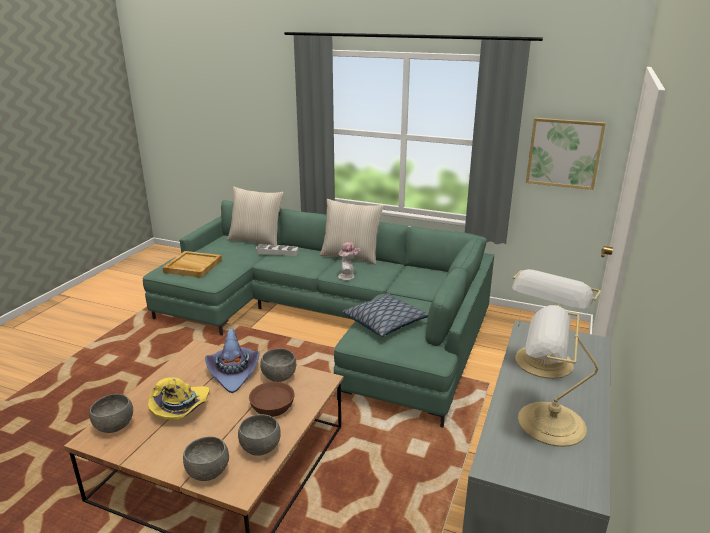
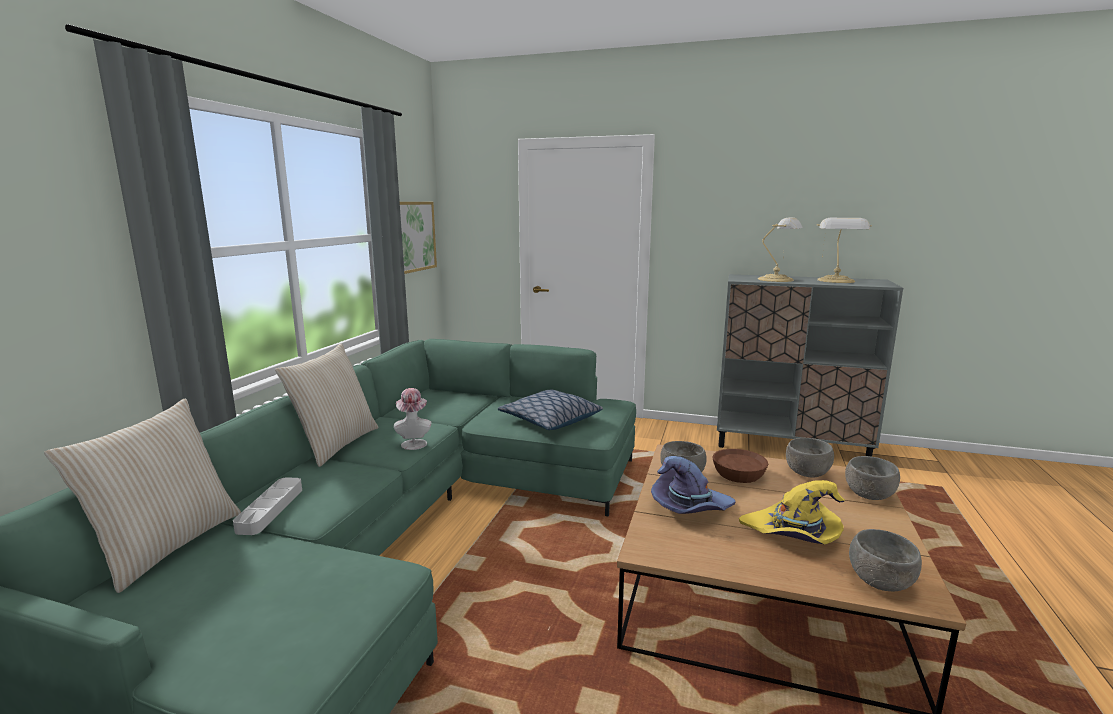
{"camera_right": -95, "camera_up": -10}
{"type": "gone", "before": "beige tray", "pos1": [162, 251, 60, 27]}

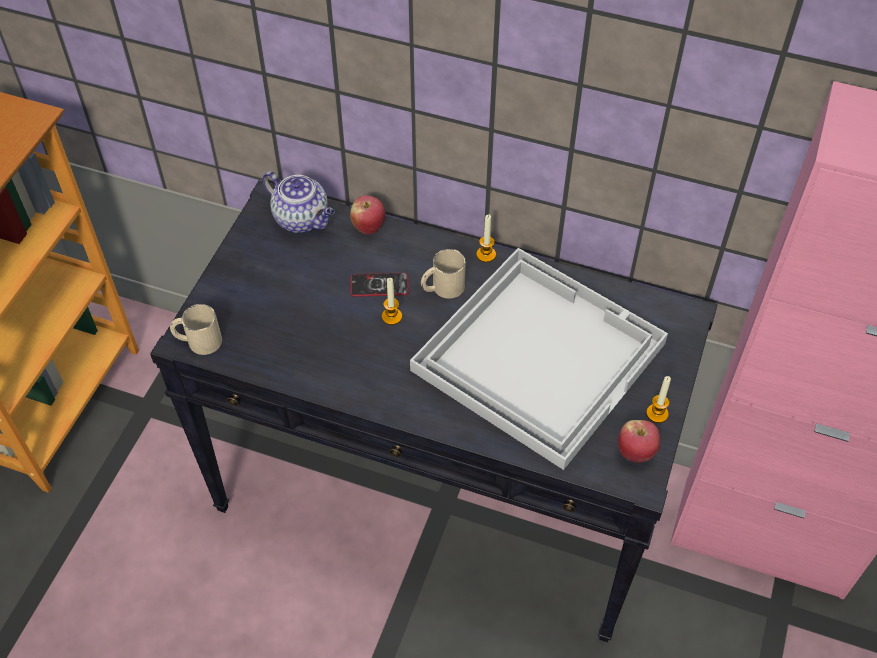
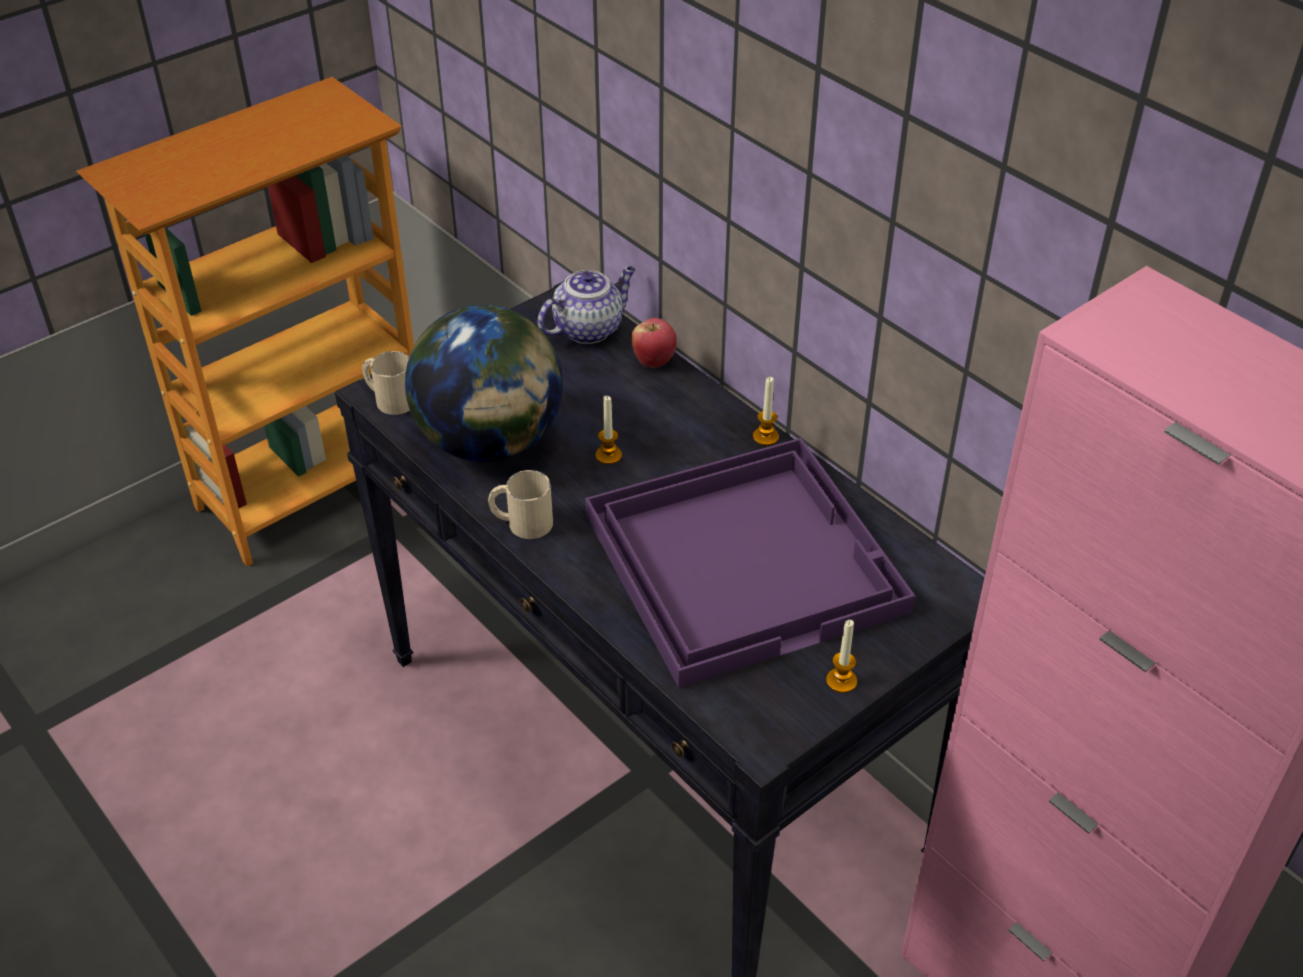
{"camera_right": 30, "camera_up": -10}
{"type": "gone", "before": "phone", "pos1": [351, 273, 58, 24]}
{"type": "gone", "before": "apple", "pos1": [618, 420, 42, 42]}
{"type": "new", "after": "globe", "pos2": [405, 305, 158, 157]}
{"type": "shifted", "before": "beige mug", "pos1": [421, 249, 45, 50], "pos2": [488, 470, 65, 69]}
{"type": "repainted", "before": "white tray", "after": "purple tray", "pos1": [410, 248, 258, 222], "pos2": [585, 438, 330, 250]}
{"type": "rotated", "before": "teapot", "pos1": [262, 171, 72, 62], "pos2": [538, 266, 98, 78], "turn": -105}

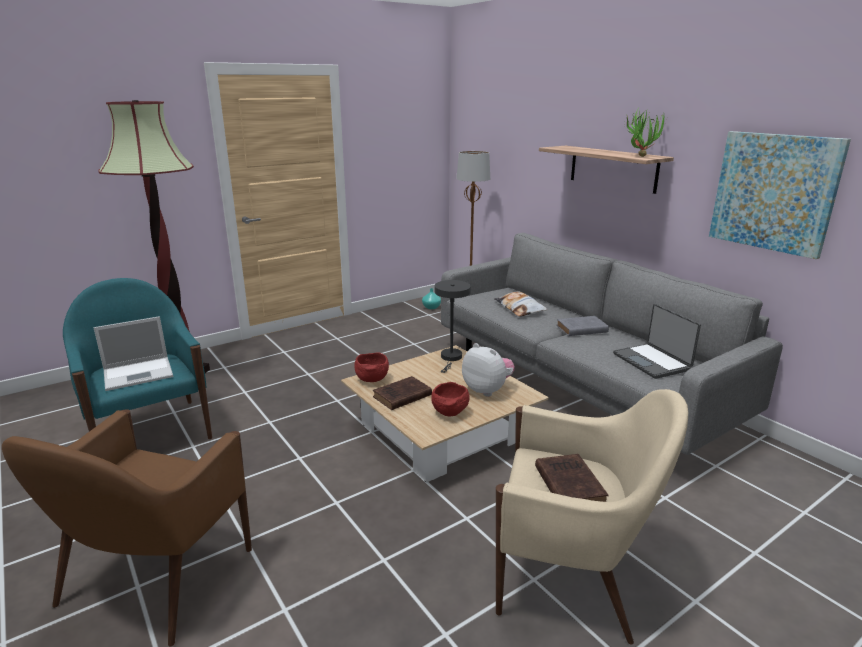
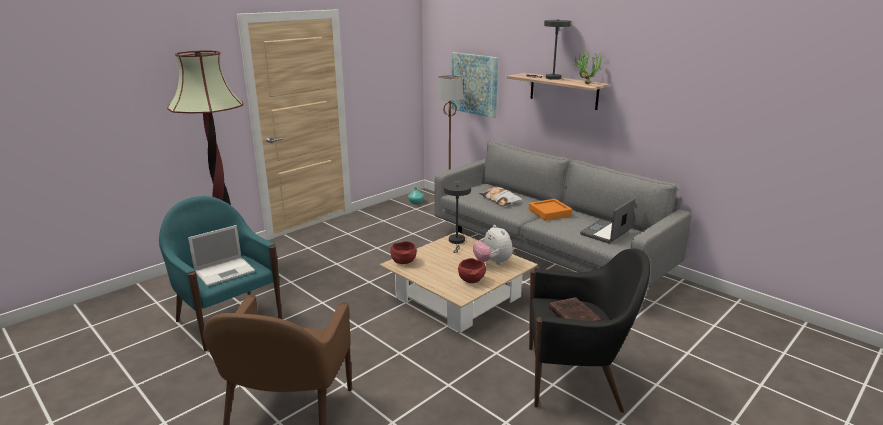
{"camera_right": -10, "camera_up": 0}
{"type": "gone", "before": "brown book", "pos1": [373, 376, 59, 34]}
{"type": "new", "after": "grey table lamp", "pos2": [526, 20, 45, 60]}
{"type": "shifted", "before": "picture", "pos1": [709, 131, 142, 128], "pos2": [452, 52, 46, 66]}
{"type": "swapped", "before": "grey book", "after": "orange tray", "pos1": [557, 316, 52, 20], "pos2": [529, 199, 43, 22]}
{"type": "repainted", "before": "beige armchair", "after": "black armchair", "pos1": [496, 389, 192, 256], "pos2": [529, 248, 121, 165]}
{"type": "rotated", "before": "plush toy", "pos1": [462, 343, 53, 54], "pos2": [473, 225, 40, 40], "turn": -150}
{"type": "rotated", "before": "laptop", "pos1": [613, 304, 88, 75], "pos2": [580, 198, 55, 46], "turn": 75}

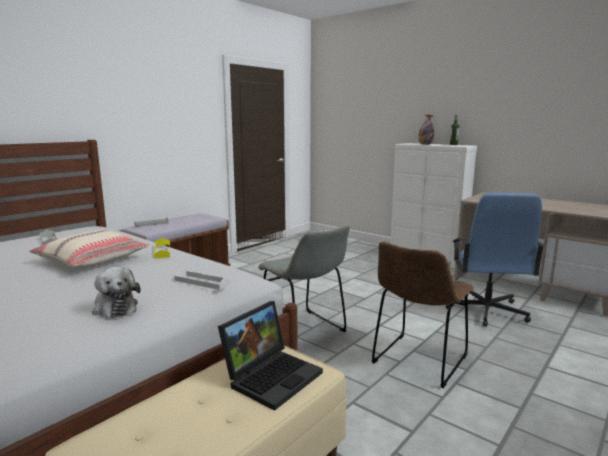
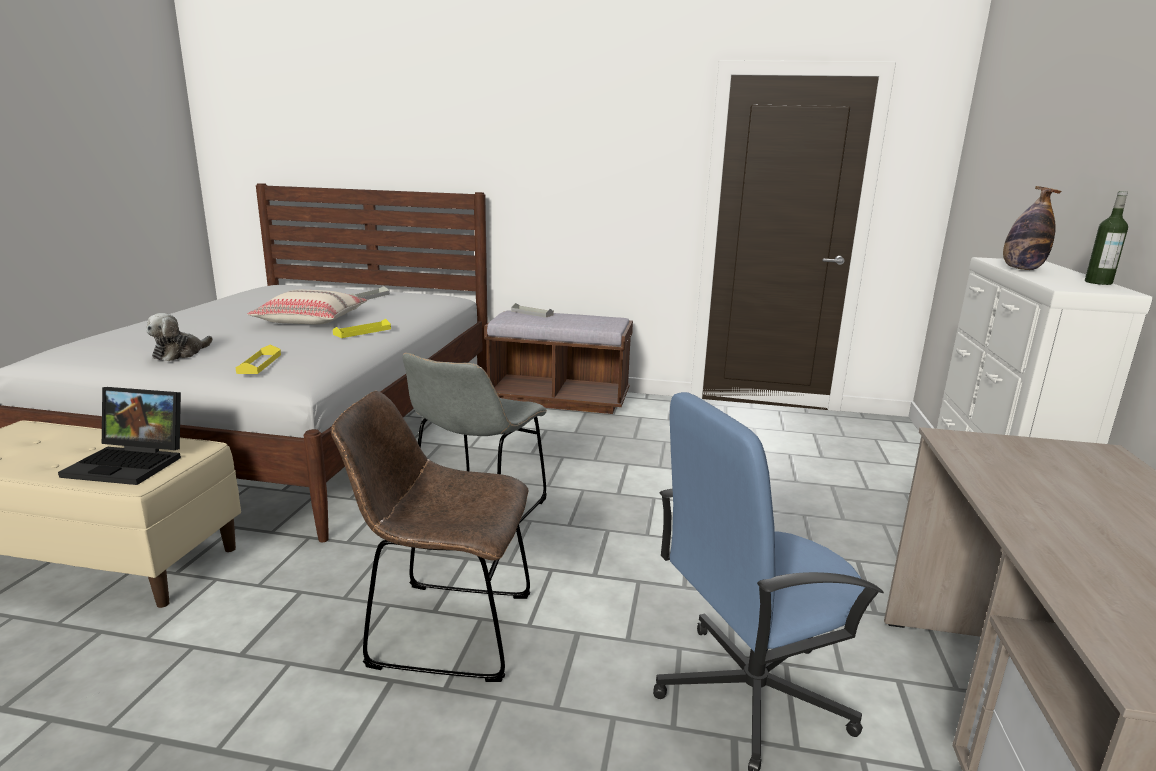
{"camera_right": 60, "camera_up": 5}
{"type": "repainted", "before": "white tray", "after": "yellow tray", "pos1": [174, 269, 56, 21], "pos2": [235, 345, 46, 29]}

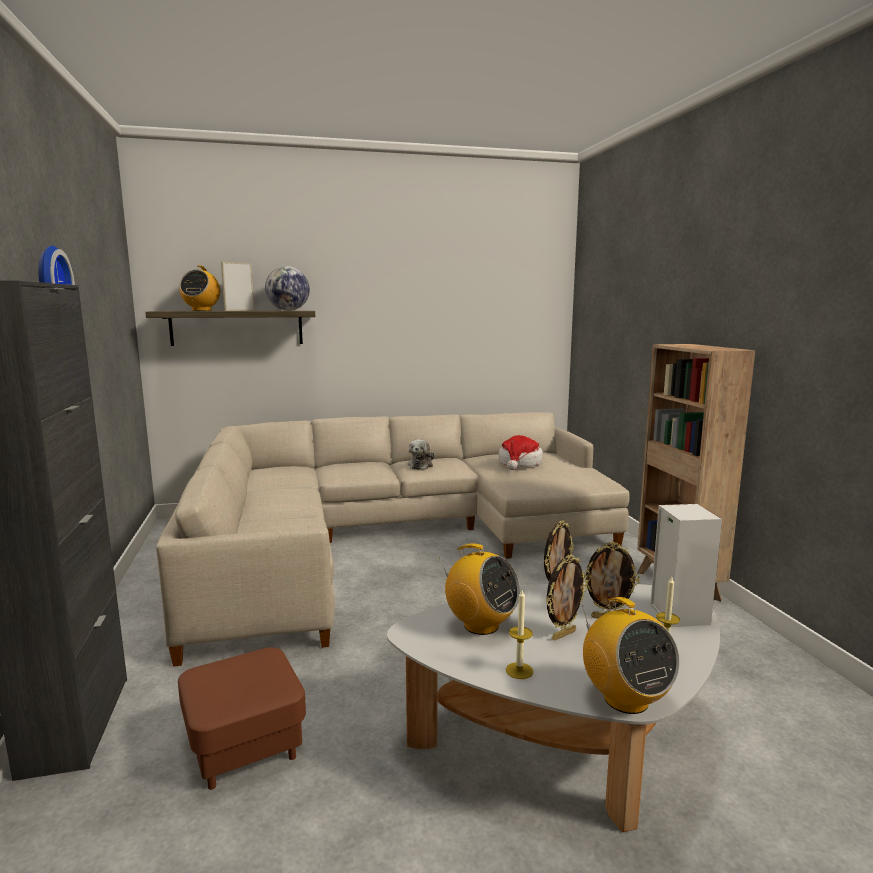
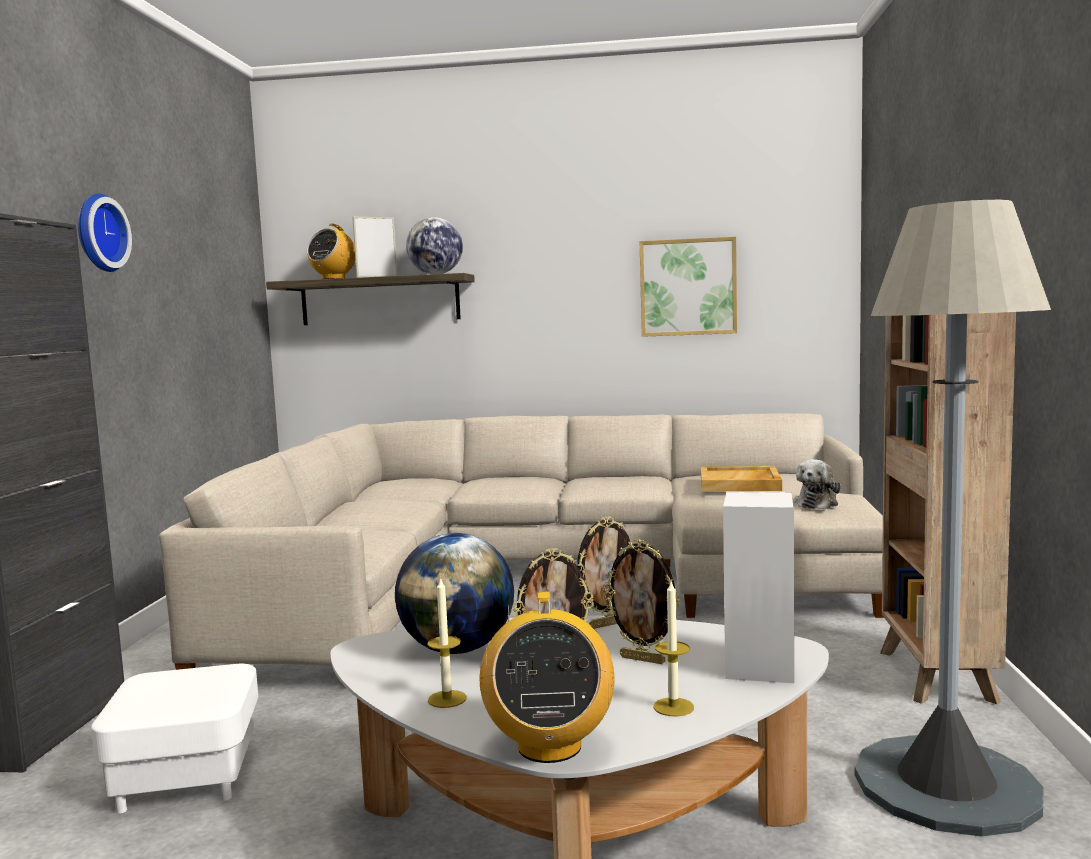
{"camera_right": 20, "camera_up": -5}
{"type": "new", "after": "picture", "pos2": [640, 237, 97, 100]}
{"type": "new", "after": "grey floor lamp", "pos2": [854, 200, 197, 637]}
{"type": "shifted", "before": "plush toy", "pos1": [407, 439, 27, 31], "pos2": [794, 459, 47, 51]}
{"type": "swapped", "before": "radio", "after": "globe", "pos1": [439, 543, 81, 92], "pos2": [395, 533, 119, 121]}
{"type": "swapped", "before": "hat", "after": "beige tray", "pos1": [498, 435, 45, 35], "pos2": [701, 466, 81, 25]}
{"type": "repainted", "before": "brown ottoman", "after": "white ottoman", "pos1": [178, 647, 128, 143], "pos2": [91, 664, 167, 150]}

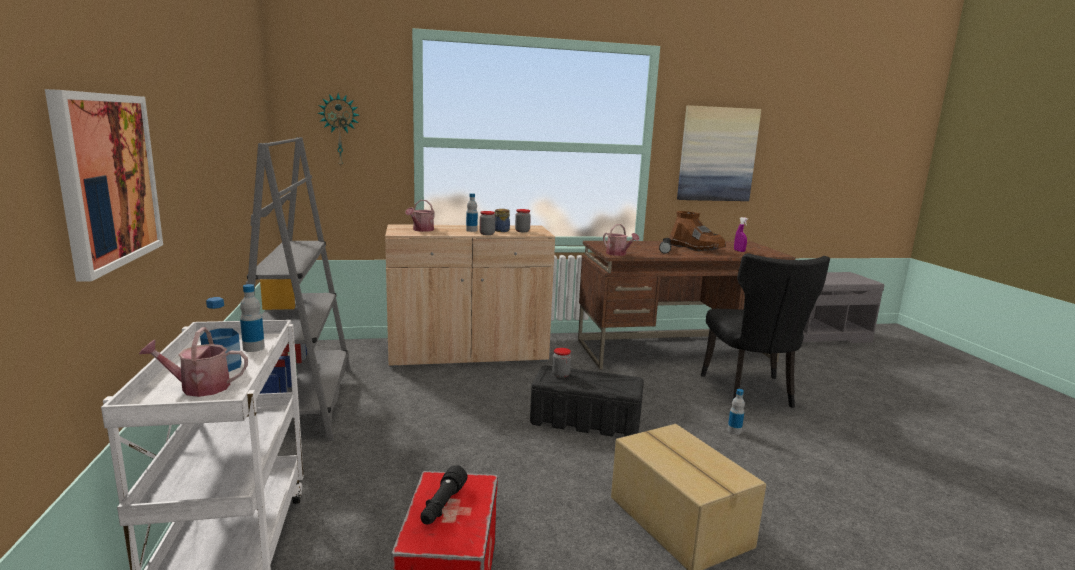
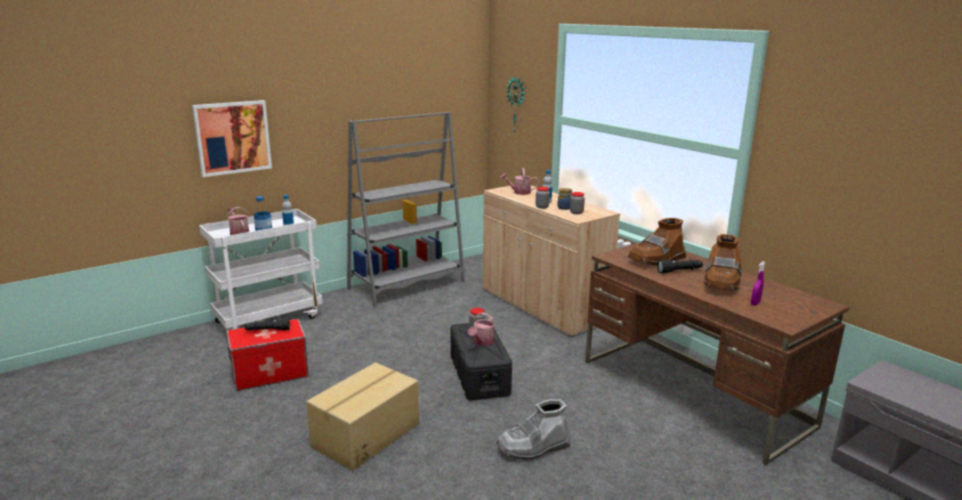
{"camera_right": 65, "camera_up": 5}
{"type": "gone", "before": "picture", "pos1": [677, 105, 84, 96]}
{"type": "gone", "before": "black chair", "pos1": [701, 253, 129, 155]}
{"type": "new", "after": "brown boot", "pos2": [628, 218, 58, 48]}
{"type": "shifted", "before": "watering can", "pos1": [603, 224, 36, 32], "pos2": [468, 312, 27, 34]}
{"type": "swapped", "before": "bottle", "after": "grey boot", "pos1": [728, 389, 17, 46], "pos2": [496, 399, 75, 61]}

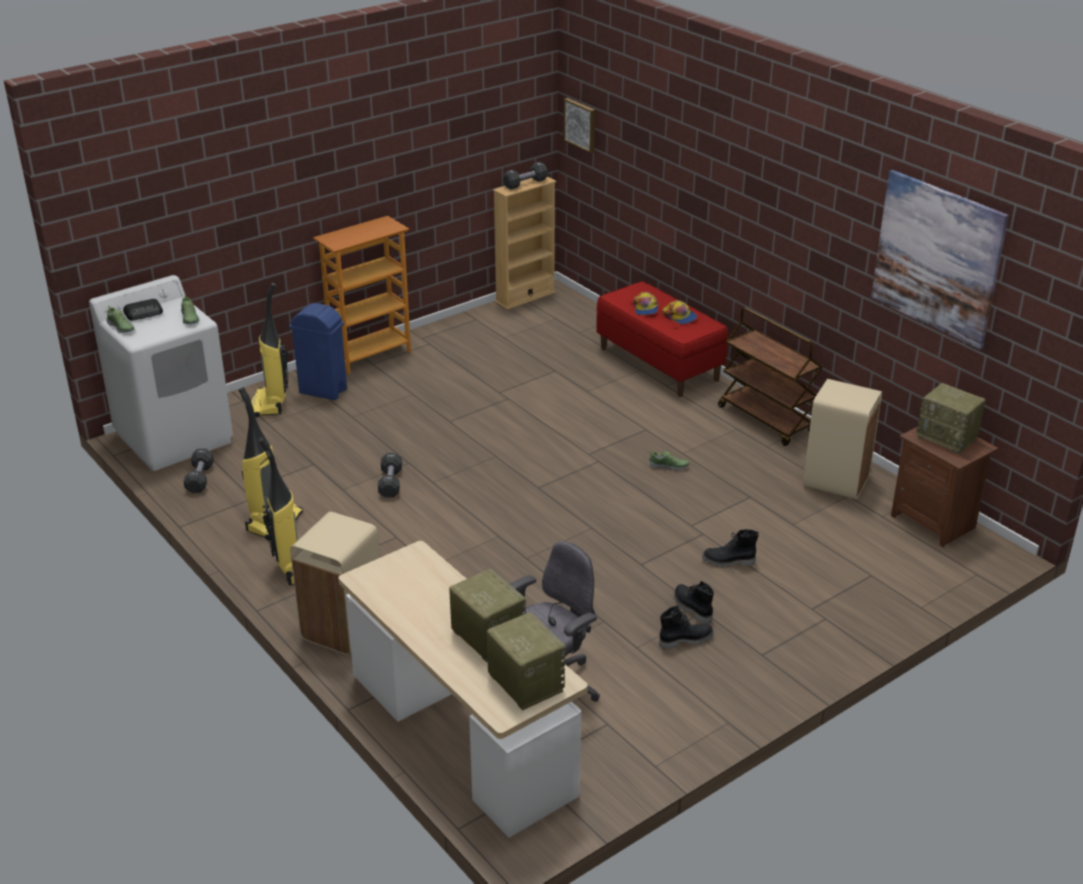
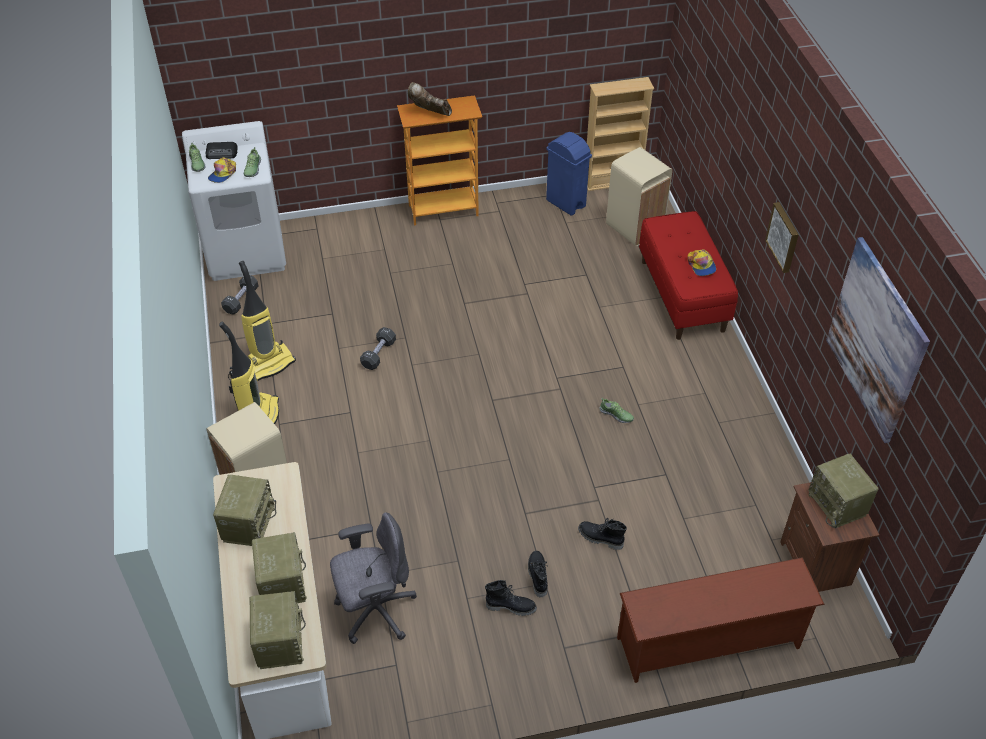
{"camera_right": 25, "camera_up": 15}
{"type": "gone", "before": "vacuum cleaner", "pos1": [251, 283, 37, 134]}
{"type": "gone", "before": "black dumbbell", "pos1": [503, 162, 45, 28]}
{"type": "gone", "before": "brown cart", "pos1": [718, 307, 105, 139]}
{"type": "new", "after": "radio", "pos2": [213, 475, 63, 71]}
{"type": "new", "after": "brown boot", "pos2": [408, 82, 44, 34]}
{"type": "new", "after": "brown shoe rack", "pos2": [617, 557, 208, 126]}
{"type": "shifted", "before": "blue trash can", "pos1": [289, 303, 58, 97], "pos2": [546, 132, 46, 84]}
{"type": "shifted", "before": "picture", "pos1": [563, 98, 32, 55], "pos2": [765, 202, 34, 71]}
{"type": "shifted", "before": "cap", "pos1": [633, 292, 25, 23], "pos2": [208, 157, 28, 26]}
{"type": "shifted", "before": "beige trash can", "pos1": [803, 379, 79, 120], "pos2": [606, 147, 66, 99]}

